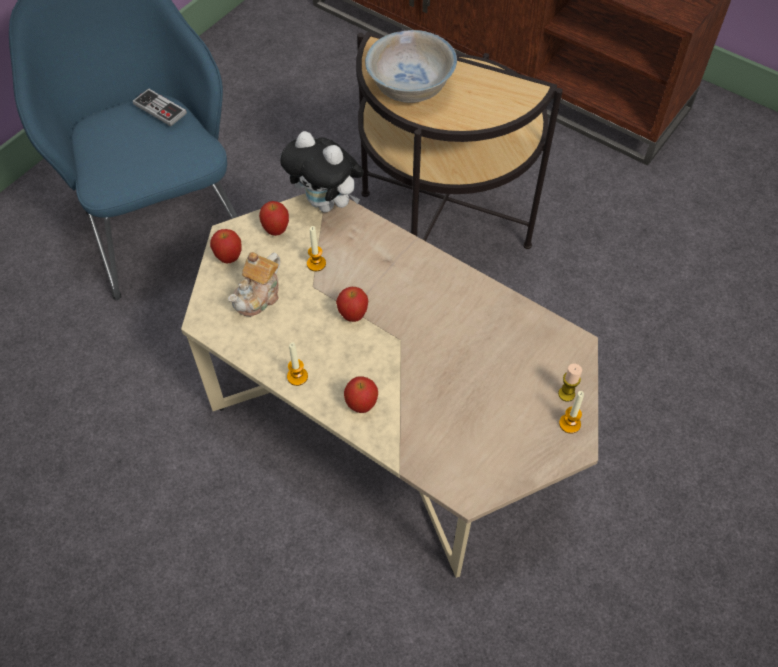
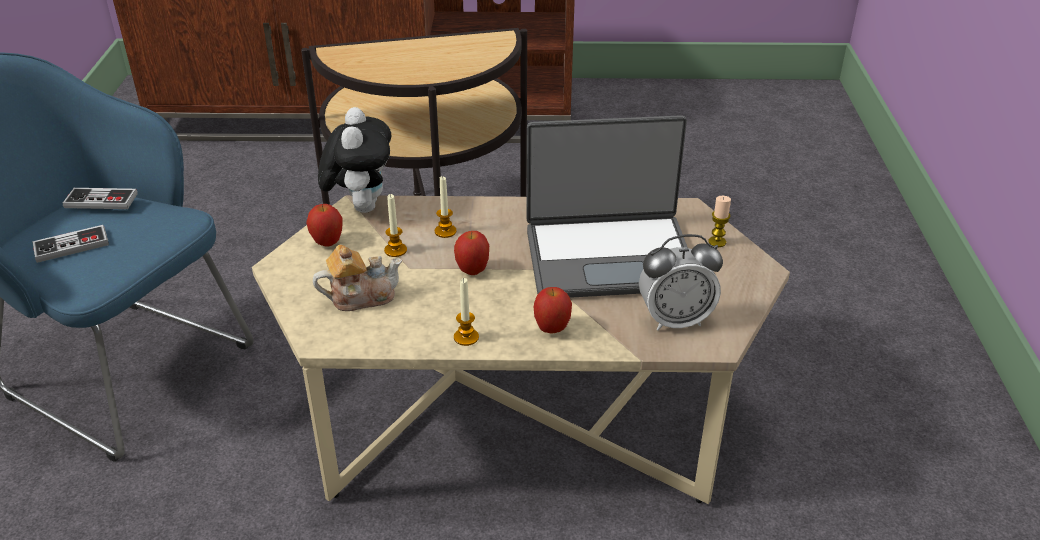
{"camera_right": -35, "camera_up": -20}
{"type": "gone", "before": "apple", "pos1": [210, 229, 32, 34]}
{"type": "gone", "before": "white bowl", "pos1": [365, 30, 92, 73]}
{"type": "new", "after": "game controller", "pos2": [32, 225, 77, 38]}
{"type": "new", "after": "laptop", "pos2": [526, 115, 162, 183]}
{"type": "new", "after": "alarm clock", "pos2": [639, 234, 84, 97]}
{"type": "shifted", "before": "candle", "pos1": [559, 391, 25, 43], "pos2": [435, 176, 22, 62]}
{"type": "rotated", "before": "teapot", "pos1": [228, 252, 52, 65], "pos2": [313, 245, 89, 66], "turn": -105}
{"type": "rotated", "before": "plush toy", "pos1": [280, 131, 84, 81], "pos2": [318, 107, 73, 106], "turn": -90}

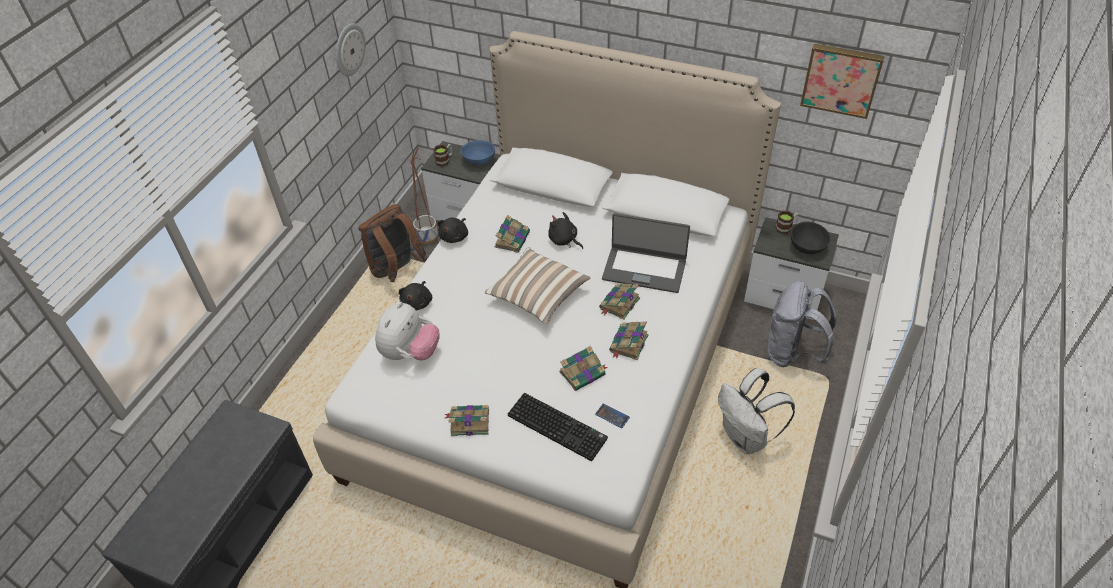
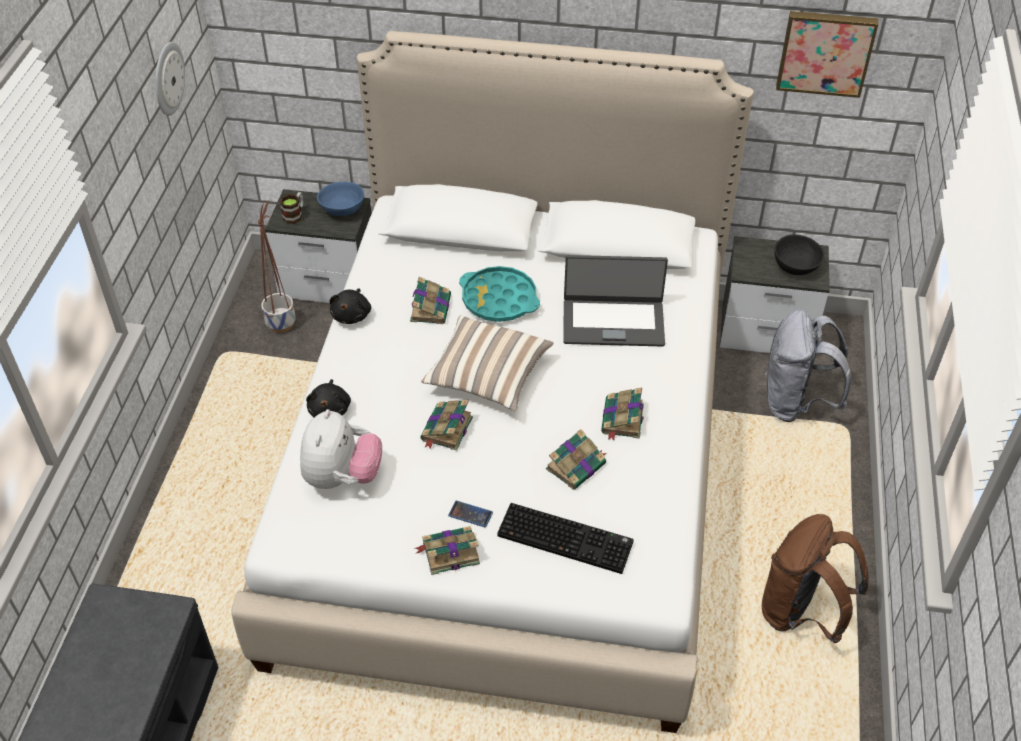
{"camera_right": -15, "camera_up": 0}
{"type": "gone", "before": "white backpack", "pos1": [718, 368, 77, 86]}
{"type": "gone", "before": "mug", "pos1": [775, 211, 24, 23]}
{"type": "shifted", "before": "brown backpack", "pos1": [359, 204, 69, 78], "pos2": [762, 514, 107, 129]}
{"type": "shifted", "before": "phone", "pos1": [595, 404, 35, 24], "pos2": [448, 501, 45, 26]}
{"type": "shifted", "before": "book", "pos1": [599, 283, 41, 37], "pos2": [420, 400, 53, 51]}
{"type": "swapped", "before": "black plush toy", "after": "turquoise tray", "pos1": [548, 212, 35, 37], "pos2": [459, 266, 81, 56]}

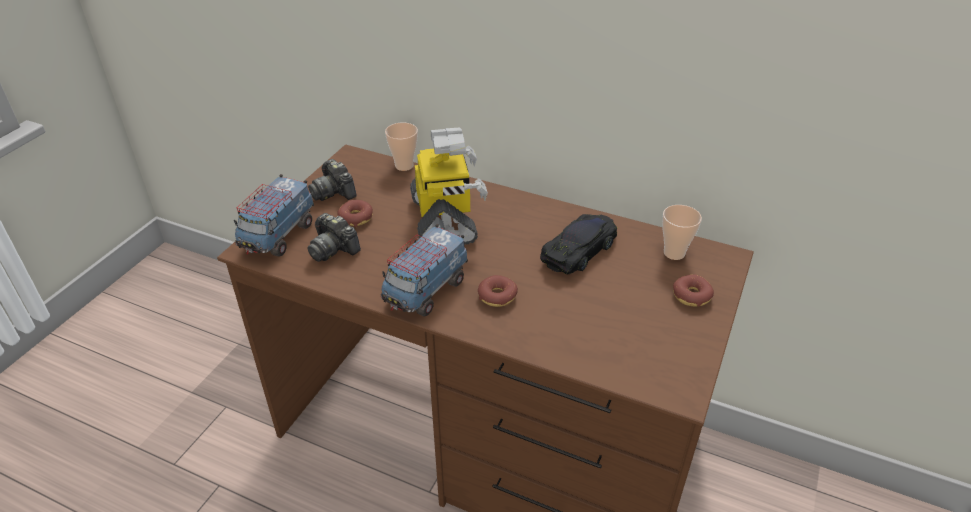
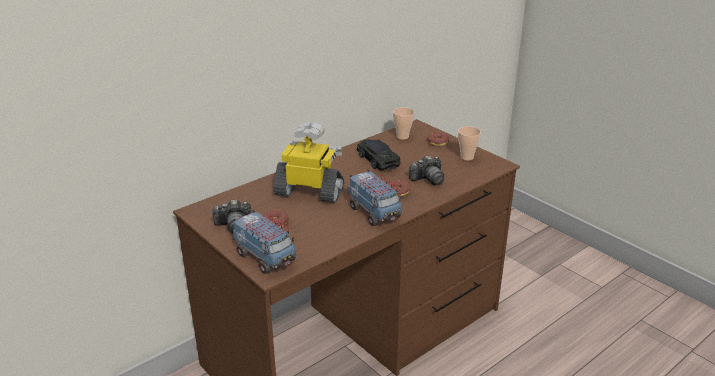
{"camera_right": -65, "camera_up": -10}
{"type": "shifted", "before": "photo camera", "pos1": [307, 213, 54, 49], "pos2": [409, 155, 35, 30]}
{"type": "shifted", "before": "cup", "pos1": [385, 123, 33, 48], "pos2": [458, 126, 23, 34]}

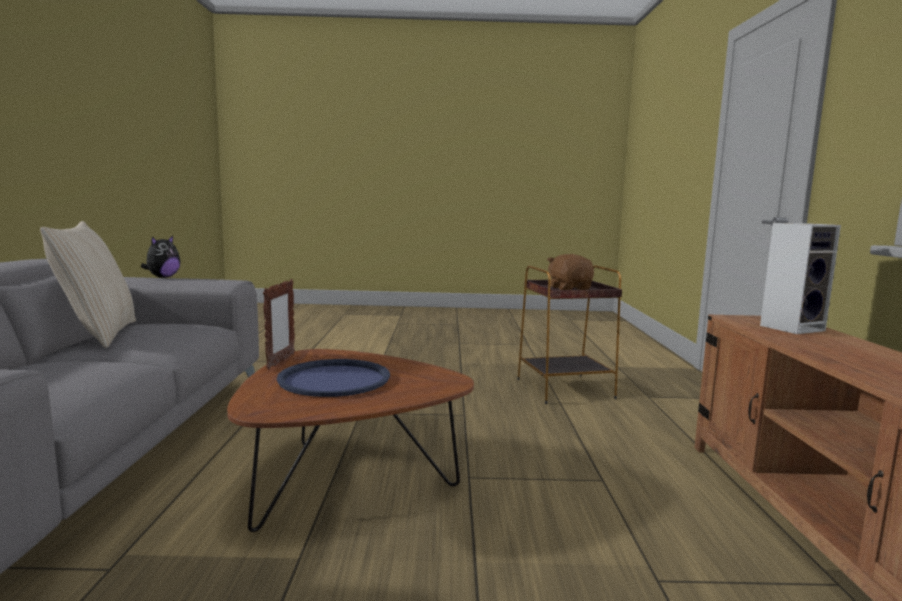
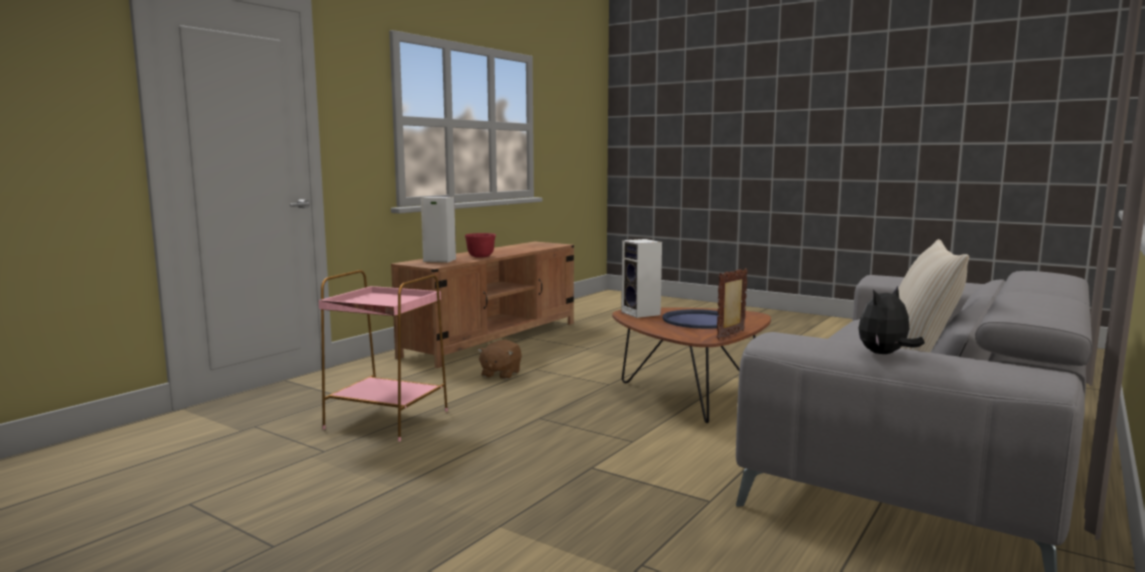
{"camera_right": -145, "camera_up": 0}
{"type": "new", "after": "red bowl", "pos2": [465, 233, 31, 25]}
{"type": "new", "after": "speaker", "pos2": [621, 239, 41, 79]}
{"type": "shifted", "before": "brown plush toy", "pos1": [547, 254, 47, 36], "pos2": [477, 340, 45, 39]}
{"type": "repainted", "before": "brown side table", "after": "pink side table", "pos1": [517, 265, 105, 139], "pos2": [318, 270, 130, 171]}

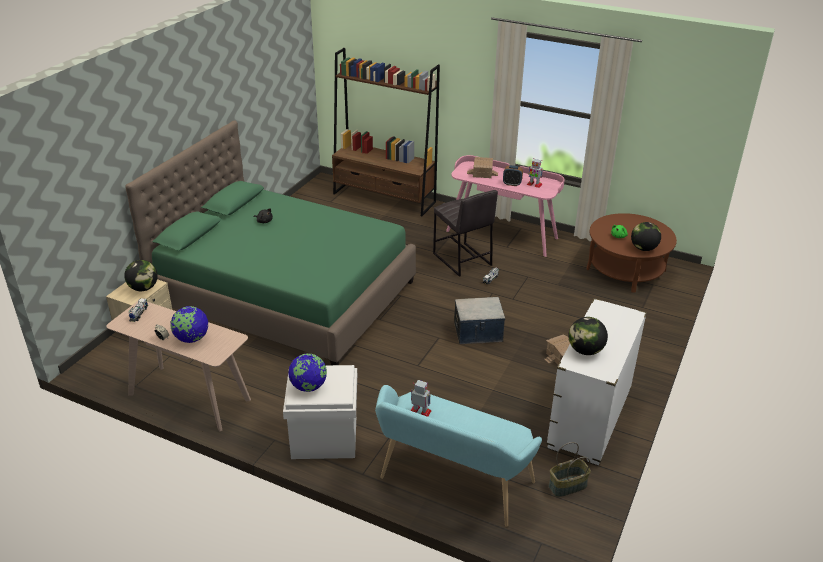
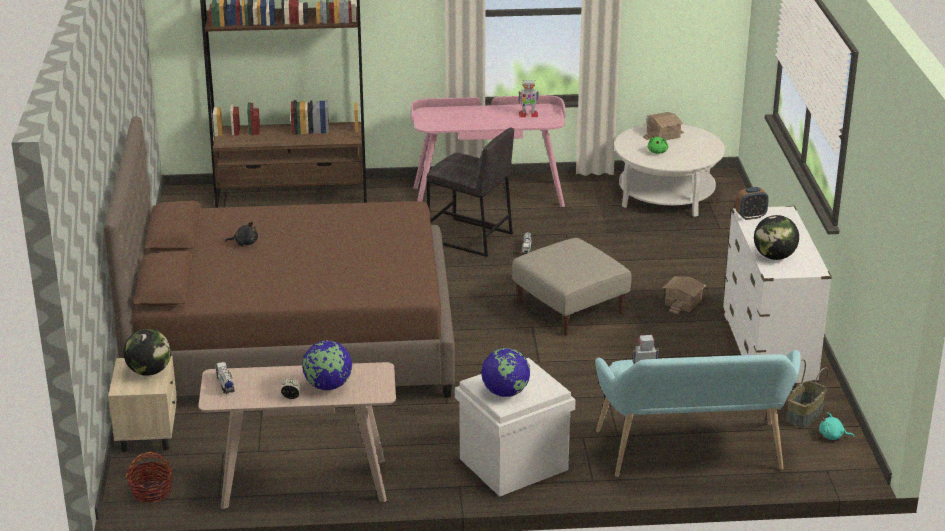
{"camera_right": -30, "camera_up": -5}
{"type": "gone", "before": "globe", "pos1": [631, 222, 30, 29]}
{"type": "new", "after": "basket", "pos2": [125, 452, 48, 51]}
{"type": "new", "after": "turquoise plush toy", "pos2": [819, 412, 36, 28]}
{"type": "shifted", "before": "toy house", "pos1": [467, 157, 31, 21], "pos2": [643, 112, 41, 28]}
{"type": "shifted", "before": "alarm clock", "pos1": [503, 165, 20, 21], "pos2": [735, 187, 34, 33]}
{"type": "swapped", "before": "storage box", "after": "beige ottoman", "pos1": [454, 297, 51, 47], "pos2": [512, 238, 120, 98]}
{"type": "repainted", "before": "green bed", "after": "brown bed", "pos1": [125, 120, 291, 245], "pos2": [103, 116, 352, 282]}
{"type": "repainted", "before": "brown coffee table", "after": "white coffee table", "pos1": [586, 213, 91, 80], "pos2": [614, 124, 111, 93]}

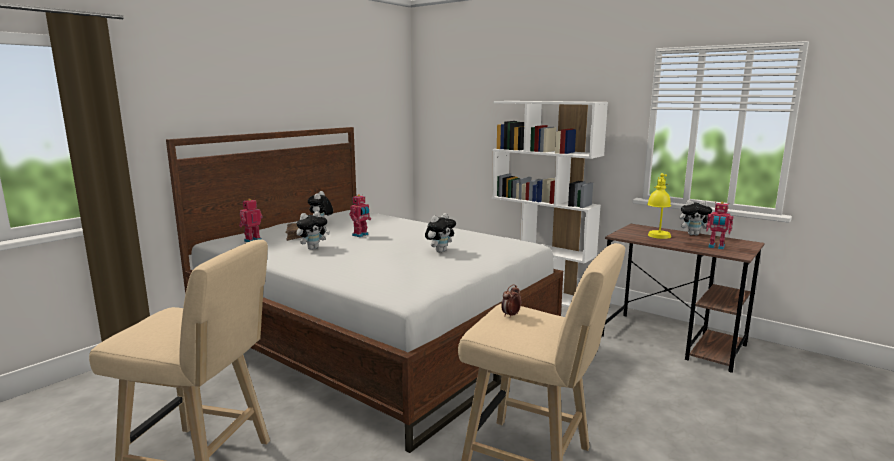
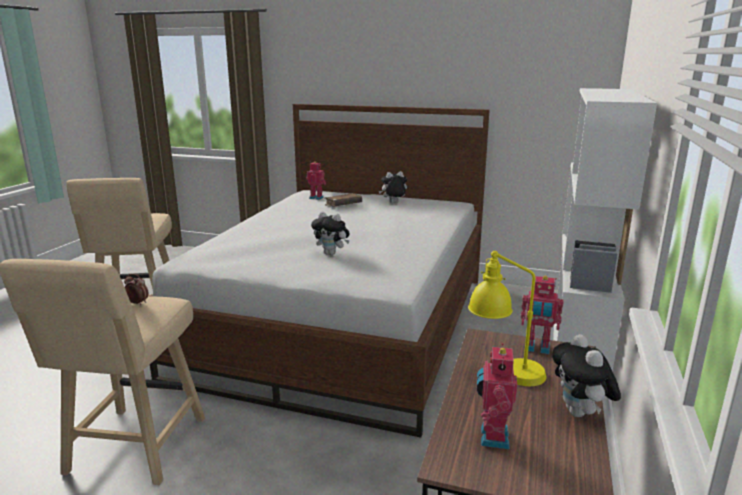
{"camera_right": 70, "camera_up": 5}
{"type": "gone", "before": "plush toy", "pos1": [296, 211, 34, 39]}
{"type": "shifted", "before": "toy robot", "pos1": [349, 194, 22, 43], "pos2": [521, 276, 43, 78]}

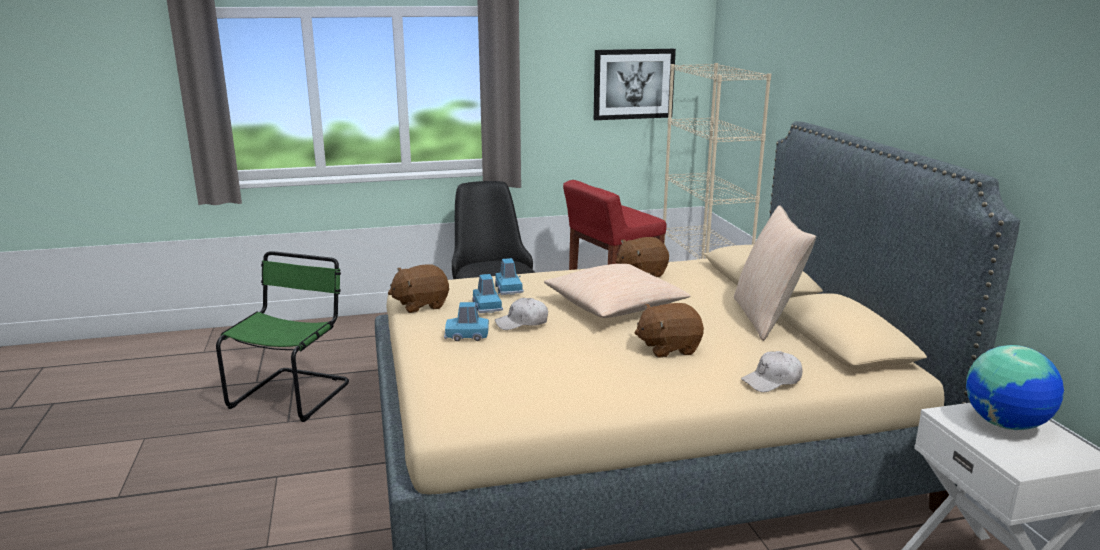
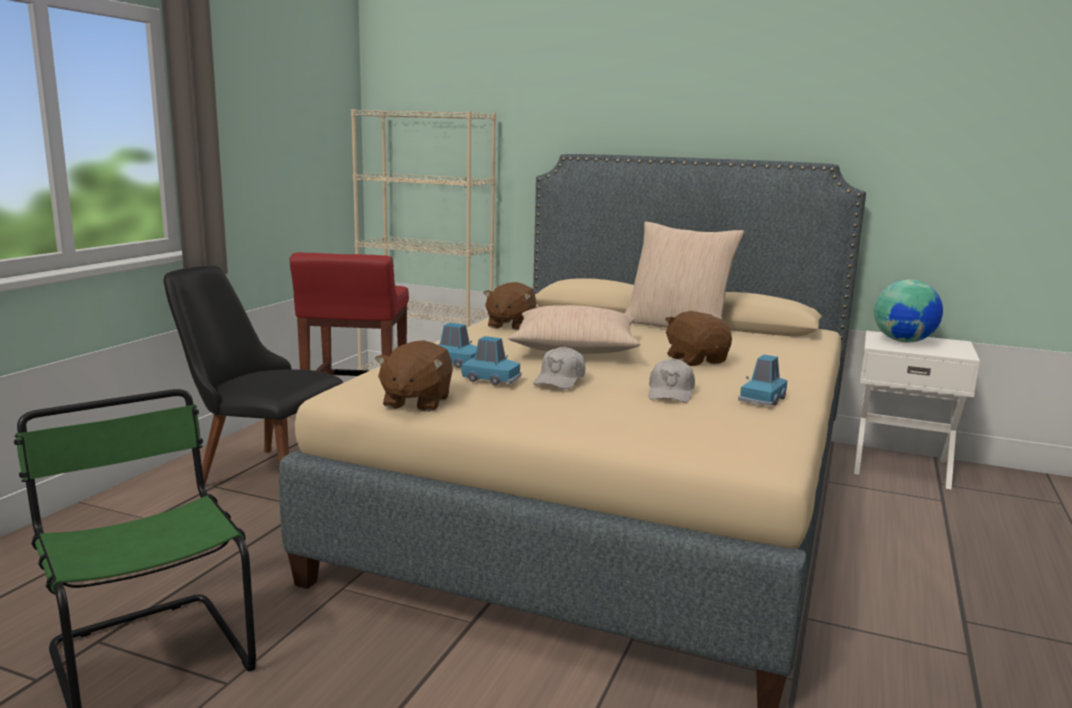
{"camera_right": -55, "camera_up": -5}
{"type": "gone", "before": "picture", "pos1": [594, 49, 82, 71]}
{"type": "shifted", "before": "blue toy car", "pos1": [444, 302, 45, 39], "pos2": [738, 355, 49, 51]}
{"type": "shifted", "before": "white cap", "pos1": [741, 351, 62, 41], "pos2": [649, 358, 46, 45]}
{"type": "rotated", "before": "brown plush toy", "pos1": [634, 303, 70, 55], "pos2": [665, 311, 67, 55], "turn": 135}

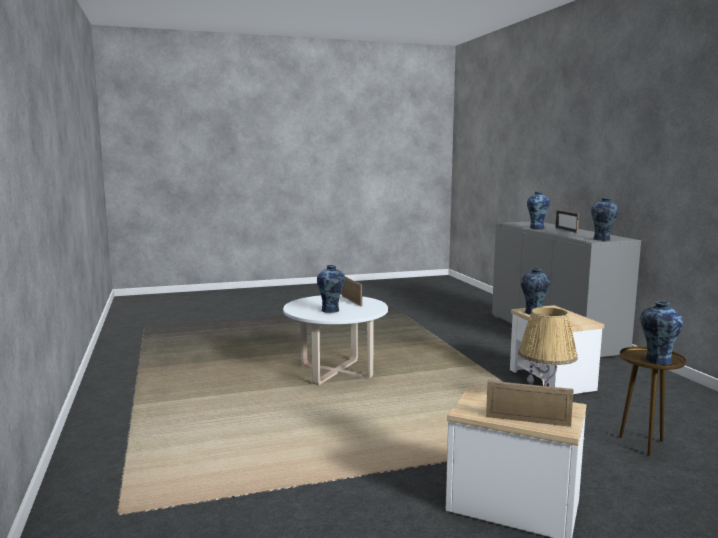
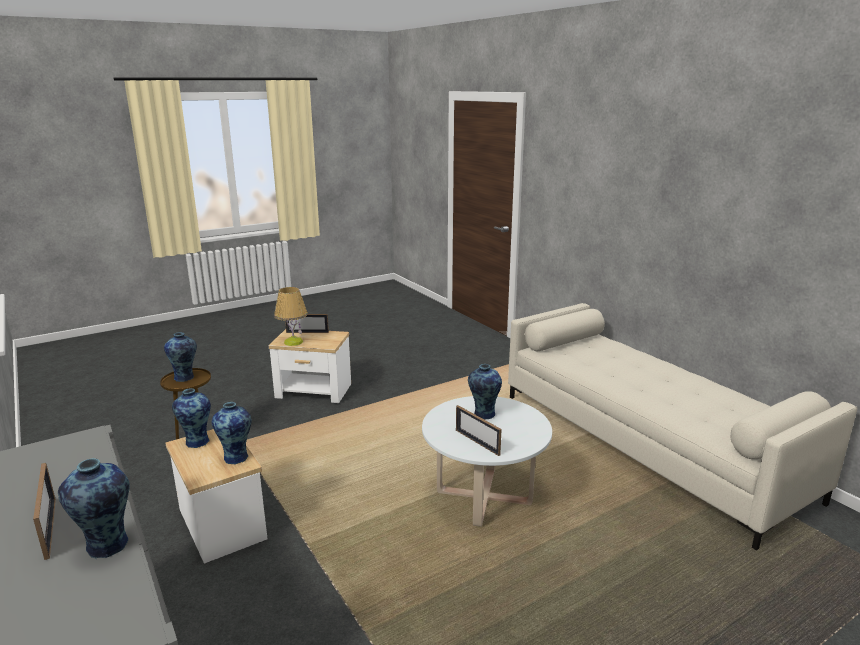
{"camera_right": 165, "camera_up": 10}
{"type": "new", "after": "beige sofa", "pos2": [508, 303, 349, 247]}
{"type": "shifted", "before": "vase", "pos1": [591, 197, 28, 44], "pos2": [172, 388, 39, 60]}

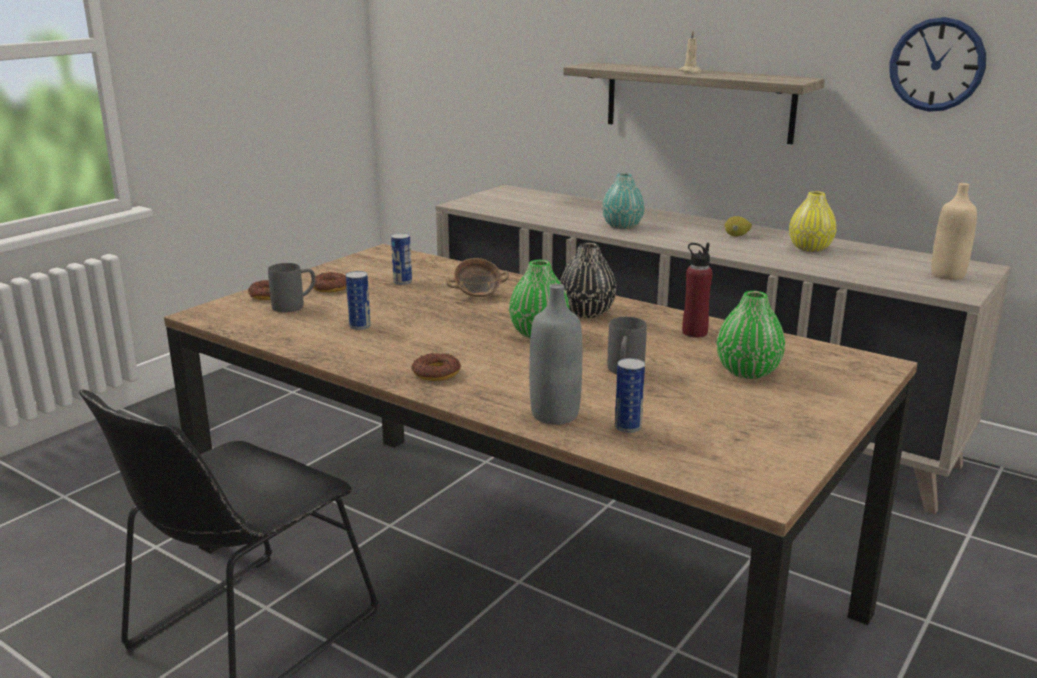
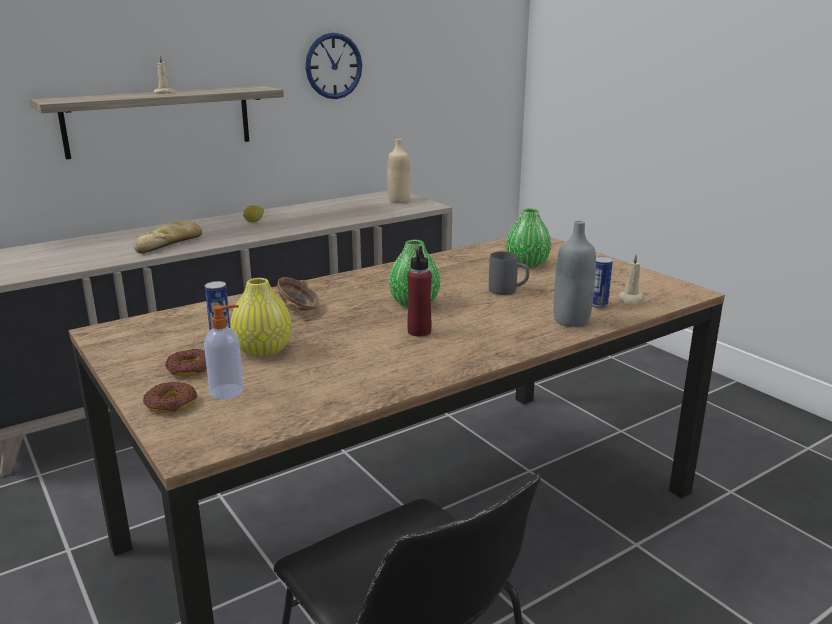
{"camera_right": -70, "camera_up": 0}
{"type": "gone", "before": "can", "pos1": [346, 271, 25, 59]}
{"type": "gone", "before": "donut", "pos1": [411, 353, 50, 28]}
{"type": "gone", "before": "black vase", "pos1": [560, 242, 56, 76]}
{"type": "new", "after": "beige candle", "pos2": [619, 255, 25, 49]}
{"type": "shifted", "before": "red bottle", "pos1": [682, 243, 31, 94], "pos2": [407, 246, 25, 91]}
{"type": "shifted", "before": "yellow vase", "pos1": [789, 191, 48, 61], "pos2": [230, 278, 62, 80]}
{"type": "swapped", "before": "grey mug", "after": "soap dispenser", "pos1": [268, 263, 47, 49], "pos2": [204, 305, 40, 94]}
{"type": "swapped", "before": "turquoise vase", "after": "bread", "pos1": [602, 173, 42, 56], "pos2": [134, 220, 68, 34]}

